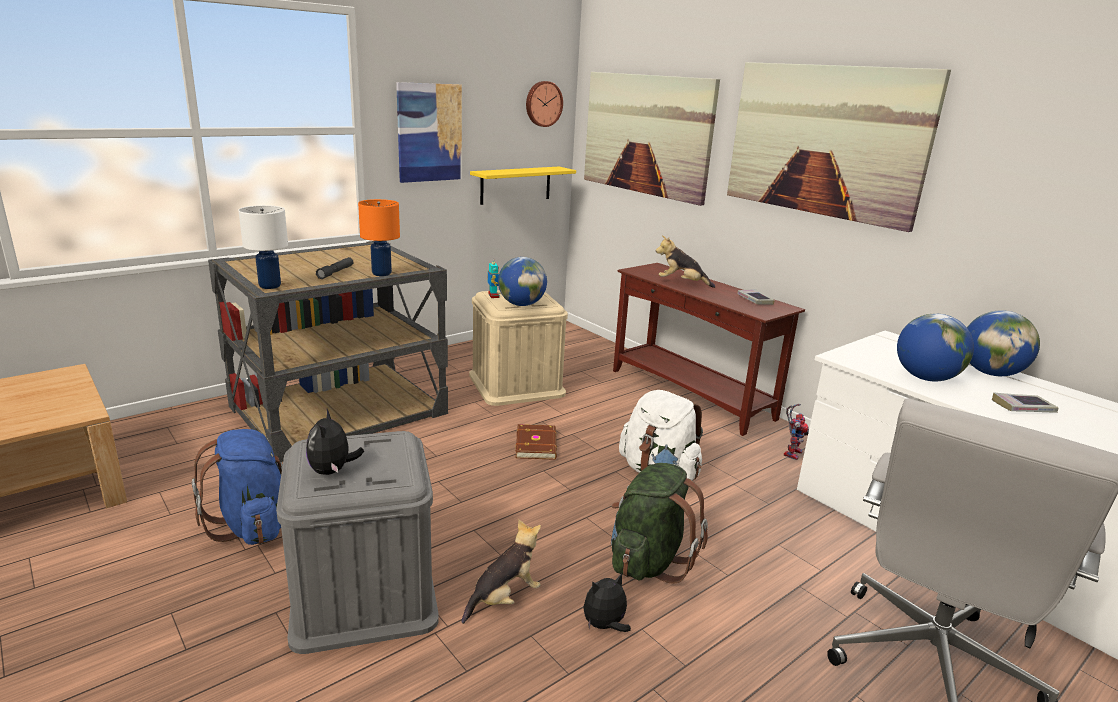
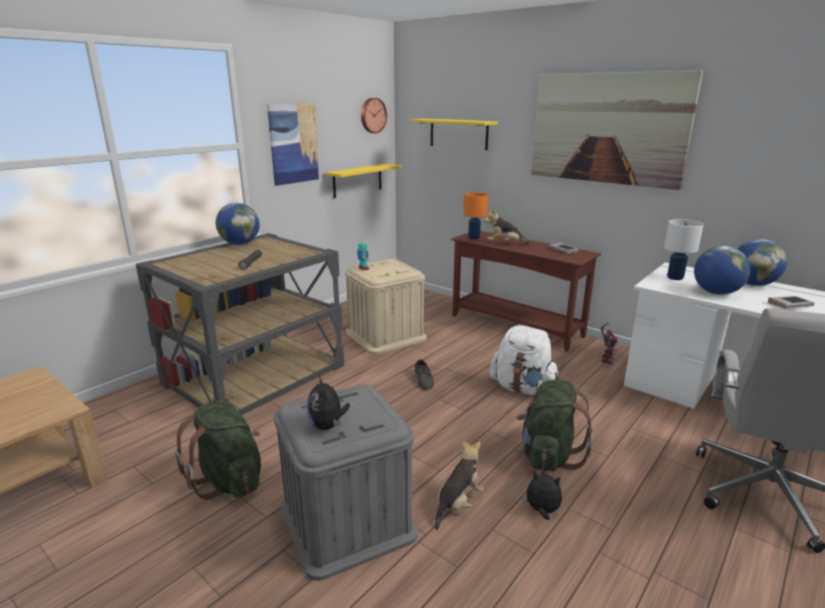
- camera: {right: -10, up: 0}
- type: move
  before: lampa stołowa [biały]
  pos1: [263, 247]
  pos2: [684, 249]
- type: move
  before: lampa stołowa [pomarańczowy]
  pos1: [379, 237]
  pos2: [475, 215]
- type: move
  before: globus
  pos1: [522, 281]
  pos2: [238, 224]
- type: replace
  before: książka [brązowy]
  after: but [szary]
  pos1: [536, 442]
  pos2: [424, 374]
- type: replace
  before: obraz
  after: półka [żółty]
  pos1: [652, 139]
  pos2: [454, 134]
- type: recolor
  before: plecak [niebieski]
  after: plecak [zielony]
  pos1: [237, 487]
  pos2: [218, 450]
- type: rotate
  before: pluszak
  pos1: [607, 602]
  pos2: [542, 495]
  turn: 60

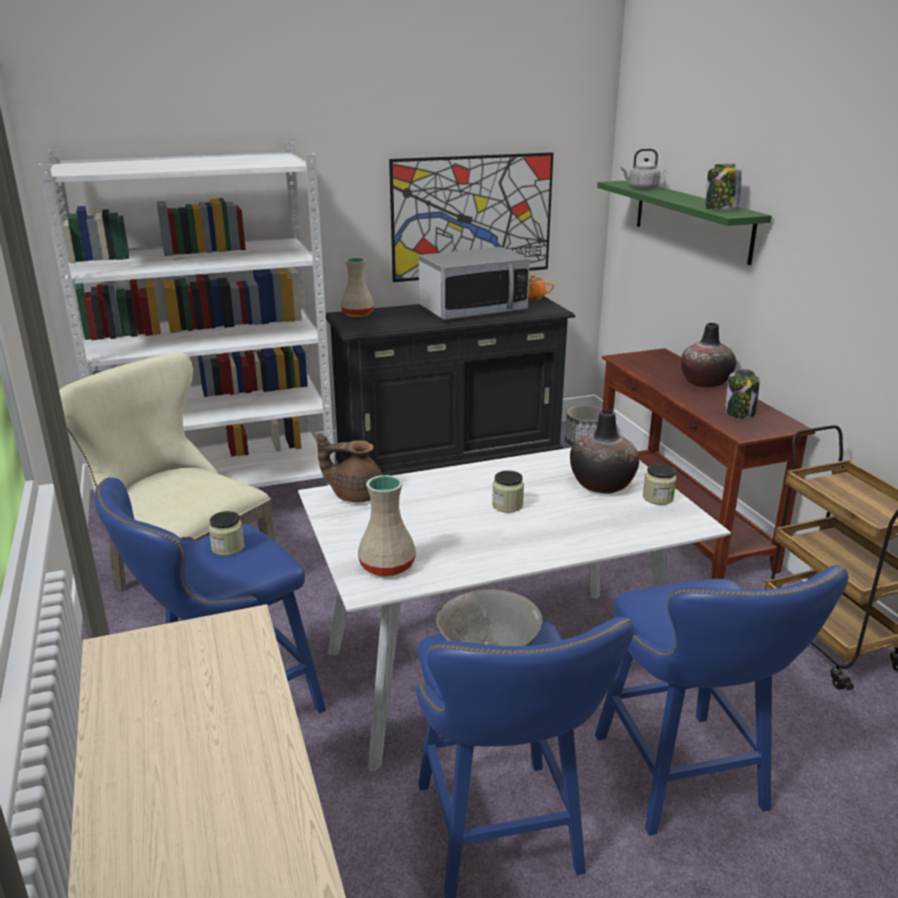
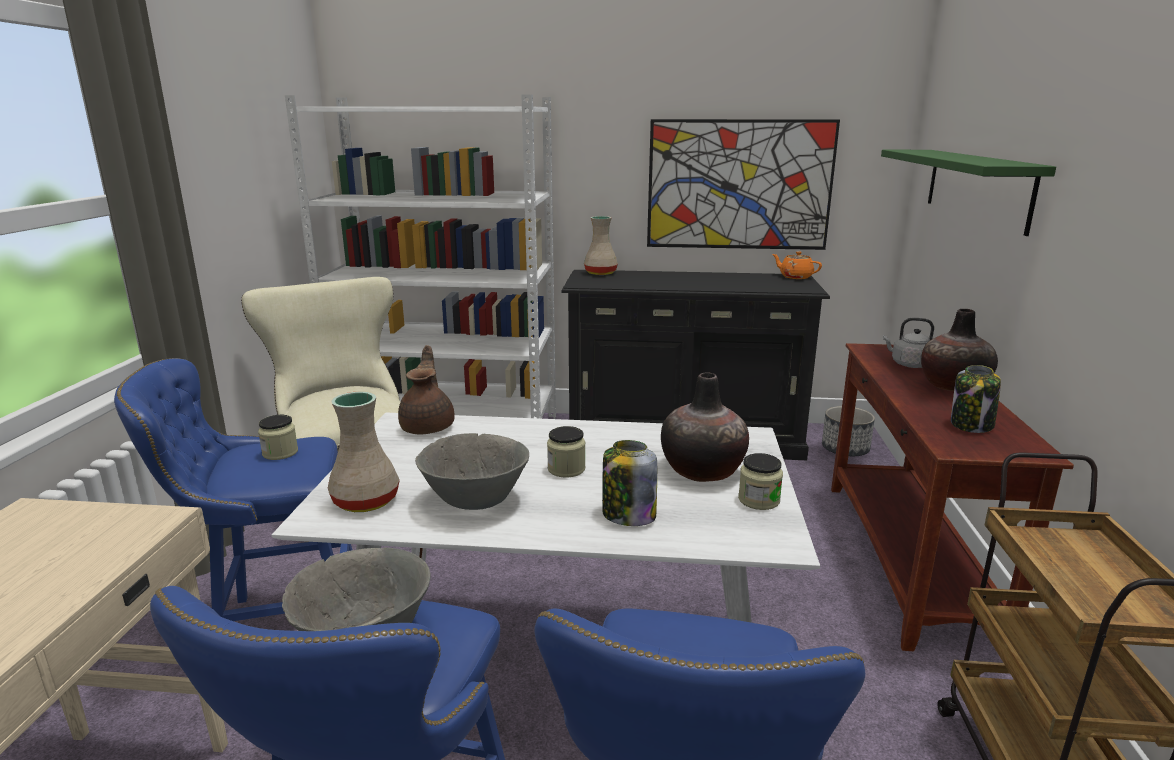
- camera: {right: 25, up: -5}
- type: delete
  before: mikrofalówka
  pos1: [474, 283]
- type: insert
  after: miska [szary]
  pos2: [472, 471]
- type: move
  before: czajnik [szary]
  pos1: [641, 169]
  pos2: [908, 343]
- type: move
  before: słoik
  pos1: [723, 186]
  pos2: [629, 483]
- type: rotate
  before: imbryk [brązowy]
  pos1: [349, 468]
  pos2: [426, 390]
  turn: 60

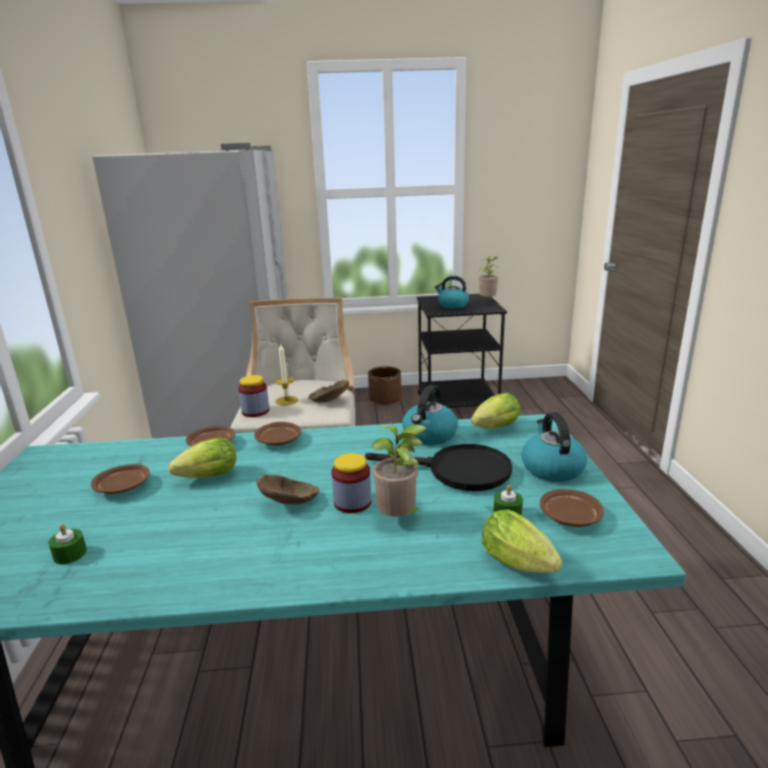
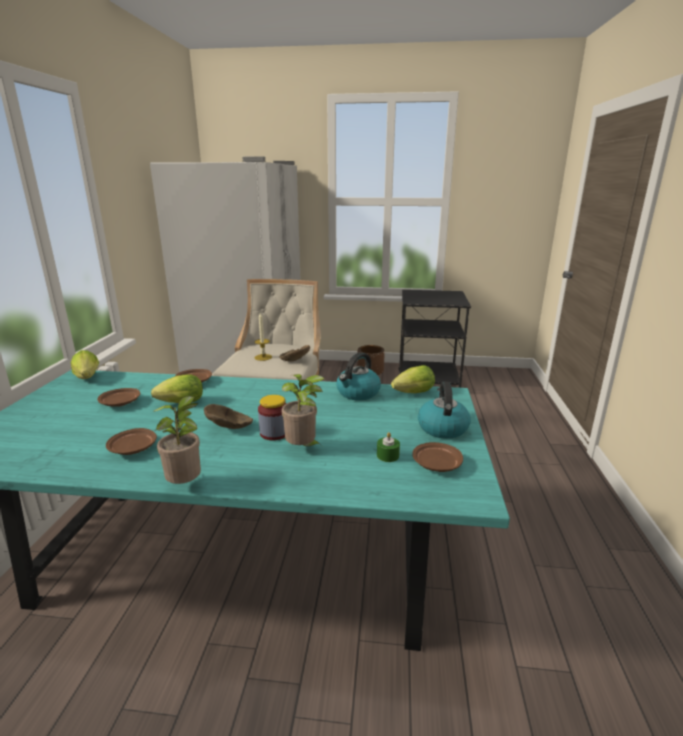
- camera: {right: 10, up: 0}
- type: delete
  before: świeca [zielony]
  pos1: [67, 544]
- type: delete
  before: słoik
  pos1: [253, 396]
- type: delete
  before: patelnia [czarny]
  pos1: [438, 467]
- type: delete
  before: czajnik
  pos1: [452, 292]
- type: move
  before: talerz [brązowy]
  pos1: [277, 434]
  pos2: [131, 441]
- type: move
  before: roślina doniczkowa
  pos1: [489, 277]
  pos2: [177, 440]
- type: move
  before: sałata
  pos1: [522, 541]
  pos2: [85, 364]

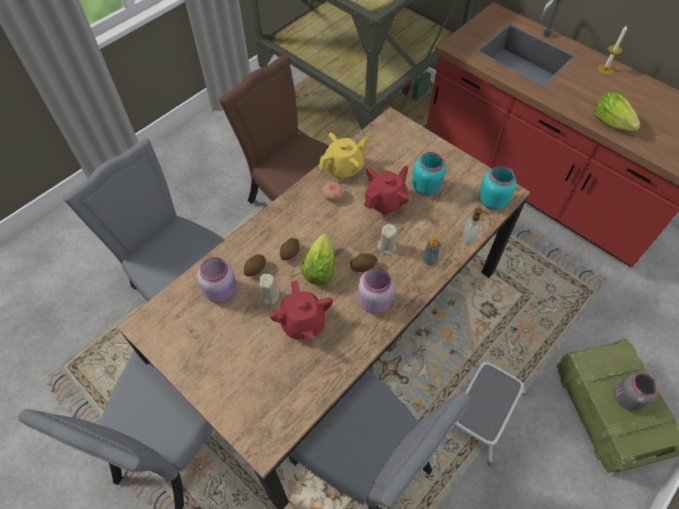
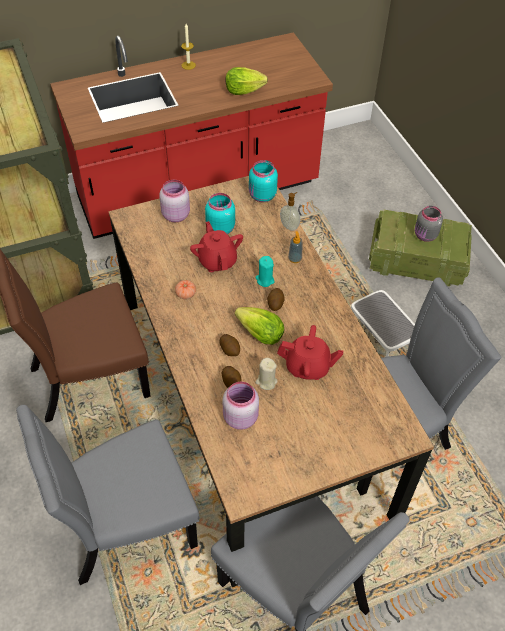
- camera: {right: -65, up: -5}
- type: delete
  before: imbryk [żółty]
  pos1: [343, 156]
- type: move
  before: słoik [różowy]
  pos1: [376, 291]
  pos2: [174, 201]
- type: recolor
  before: świeca [beżowy]
  after: świeca [turkusowy]
  pos1: [387, 239]
  pos2: [265, 271]

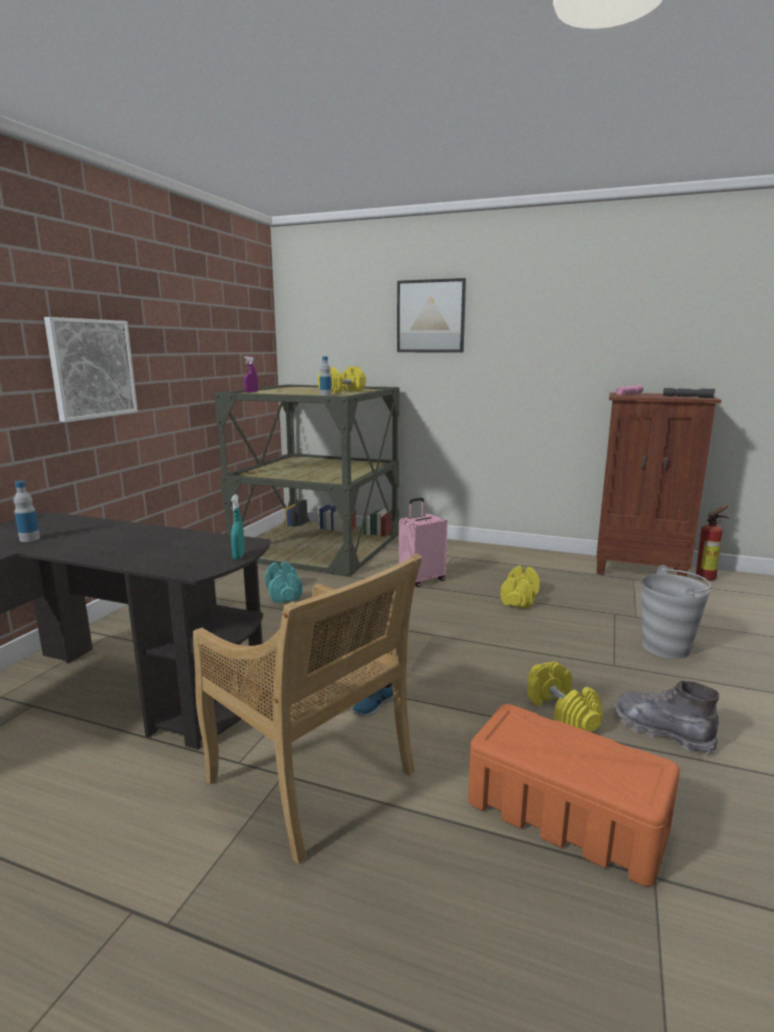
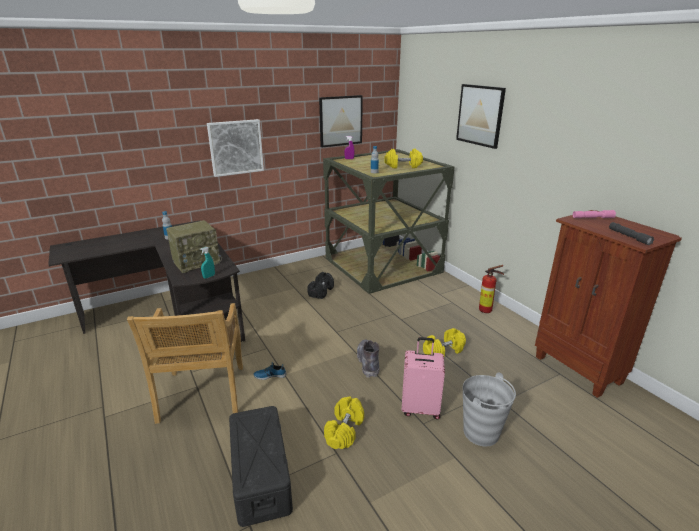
- camera: {right: 40, up: 10}
- type: insert
  after: radio
  pos2: [194, 246]
- type: insert
  after: obraz
  pos2: [341, 121]
- type: move
  before: walizka [różowy]
  pos1: [423, 542]
  pos2: [423, 378]
- type: move
  before: but z cholewką [szary]
  pos1: [667, 718]
  pos2: [368, 359]
- type: move
  before: gaśnica
  pos1: [712, 543]
  pos2: [491, 289]
- type: recolor
  before: hantel [turkusowy]
  after: hantel [czarny]
  pos1: [284, 582]
  pos2: [320, 285]
- type: recolor
  before: pojemnik do przechowywania [pomarańczowy]
  after: pojemnik do przechowywania [czarny]
  pos1: [574, 795]
  pos2: [261, 466]

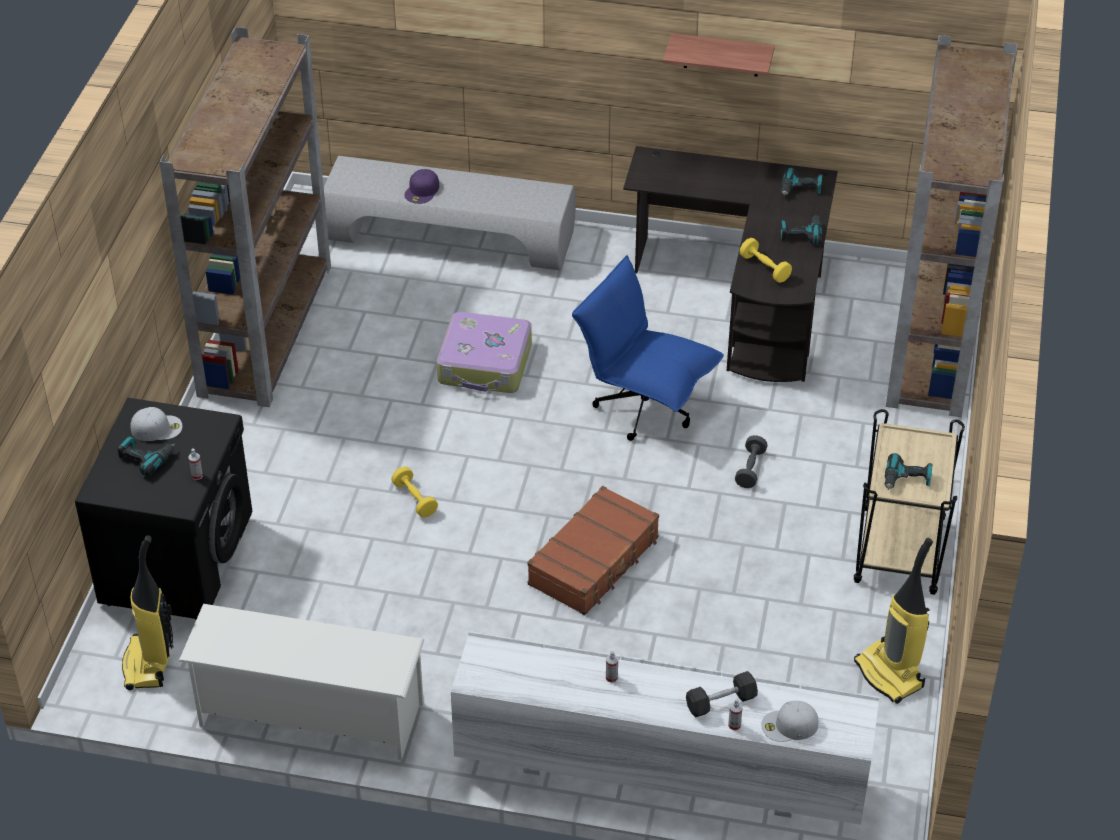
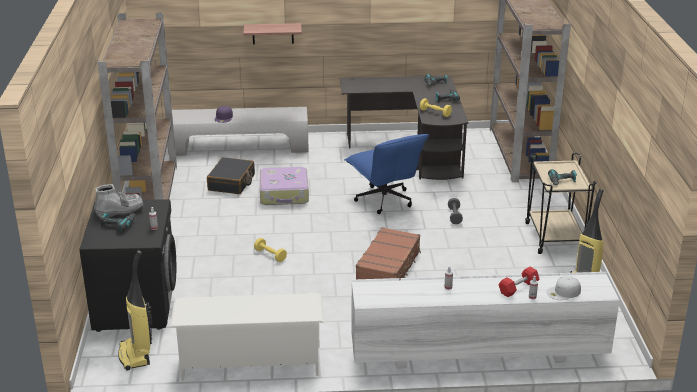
- camera: {right: -15, up: -15}
- type: insert
  after: walizka [czarny]
  pos2: [231, 175]
- type: move
  before: półka
  pos1: [719, 55]
  pos2: [272, 33]
- type: replace
  before: czapka z daszkiem [biały]
  after: but z cholewką [szary]
  pos1: [156, 424]
  pos2: [119, 201]
- type: recolor
  before: hantel [czarny]
  after: hantel [czerwony]
  pos1: [722, 694]
  pos2: [518, 282]
- type: rotate
  before: krzesło biurowe [niebieski]
  pos1: [648, 348]
  pos2: [386, 174]
  turn: -135

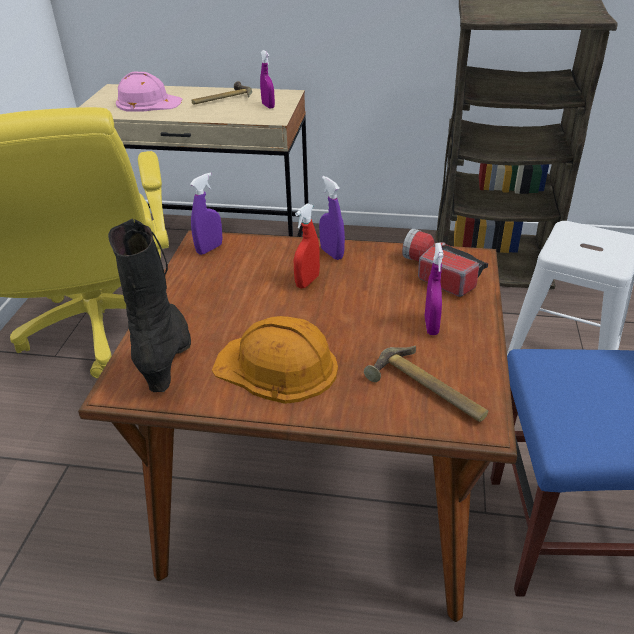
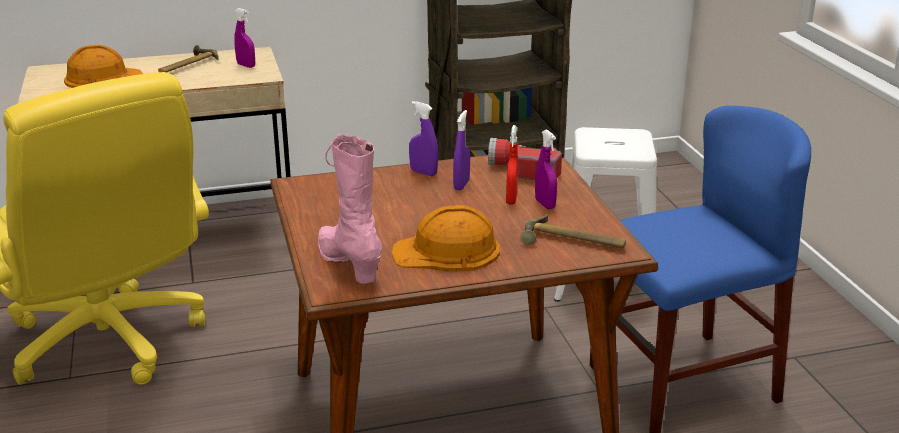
- camera: {right: -25, up: -10}
- type: move
  before: spryskiwacz [fioletowy]
  pos1: [206, 214]
  pos2: [461, 150]
- type: move
  before: spryskiwacz [czerwony]
  pos1: [307, 245]
  pos2: [512, 164]
- type: recolor
  before: but z cholewką [czarny]
  after: but z cholewką [różowy]
  pos1: [149, 305]
  pos2: [350, 208]
- type: recolor
  before: kask [różowy]
  after: kask [pomarańczowy]
  pos1: [149, 92]
  pos2: [103, 66]

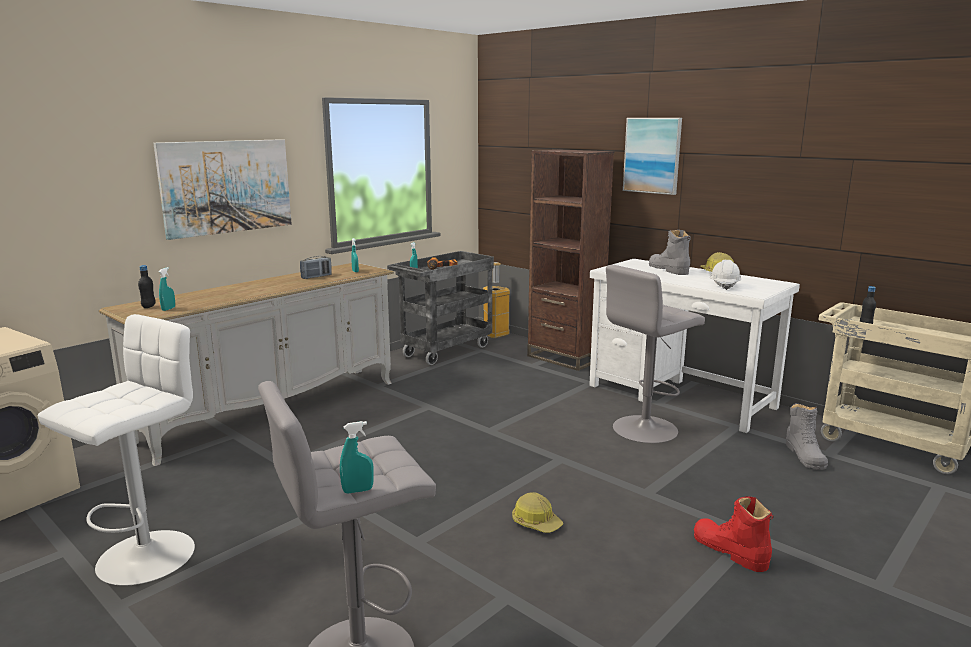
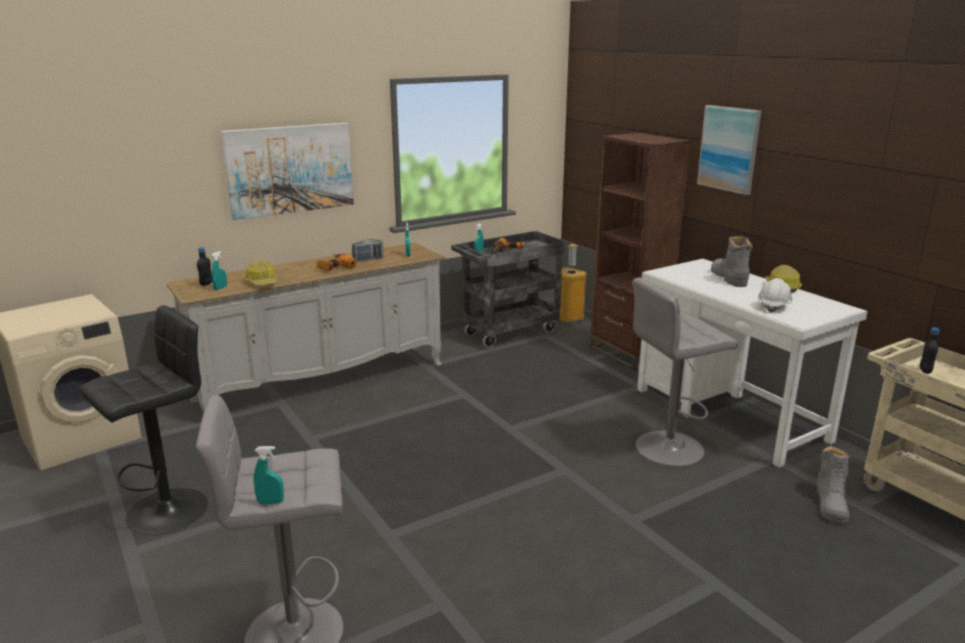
- camera: {right: 15, up: 5}
- type: delete
  before: but z cholewką [czerwony]
  pos1: [734, 534]
- type: insert
  after: wiertarka
  pos2: [337, 262]
- type: move
  before: kask
  pos1: [537, 512]
  pos2: [260, 272]
- type: recolor
  before: stołek [biały]
  after: stołek [czarny]
  pos1: [116, 450]
  pos2: [143, 420]

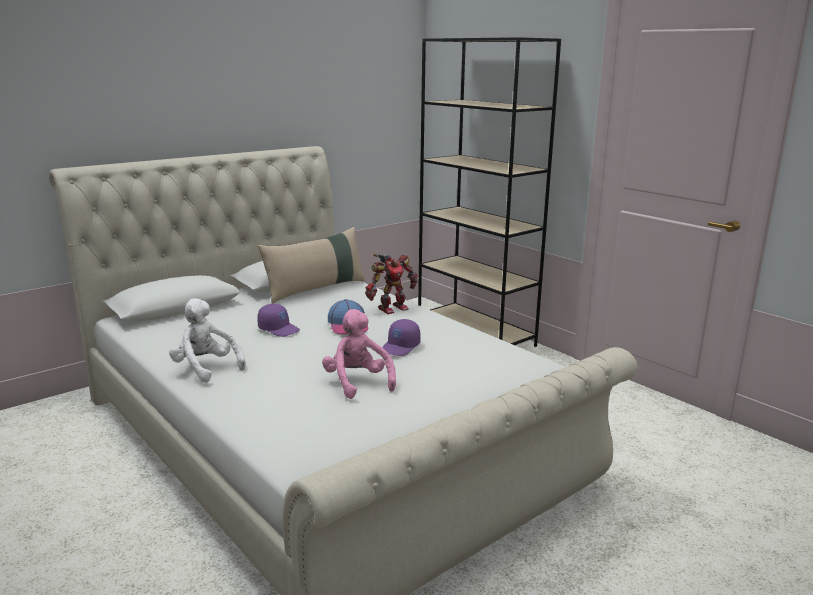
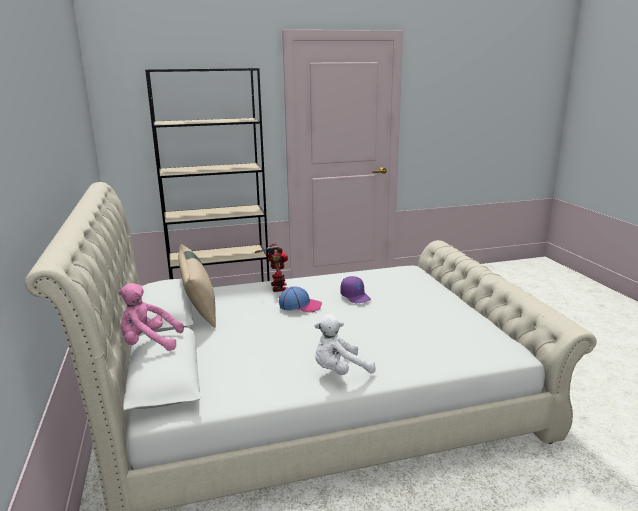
- camera: {right: -65, up: 0}
- type: delete
  before: czapka z daszkiem [fioletowy]
  pos1: [278, 320]
- type: move
  before: pluszak [różowy]
  pos1: [359, 354]
  pos2: [151, 317]

